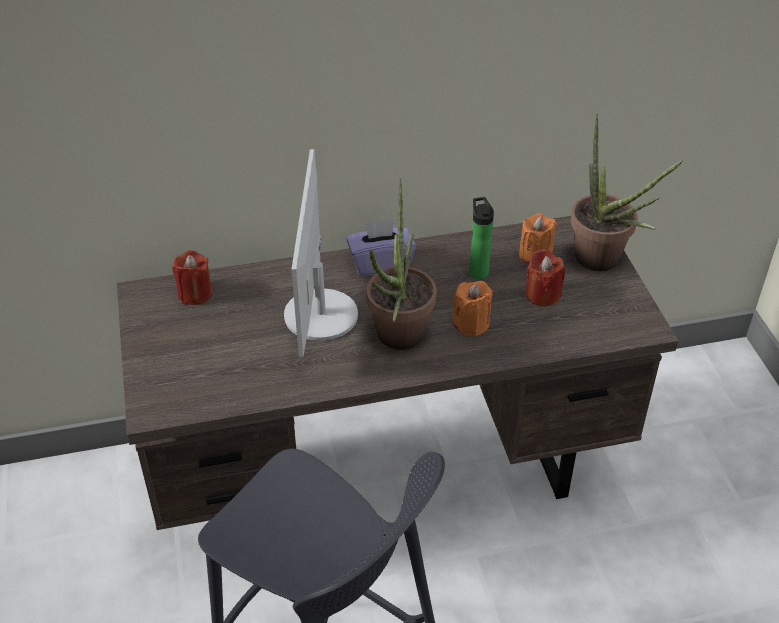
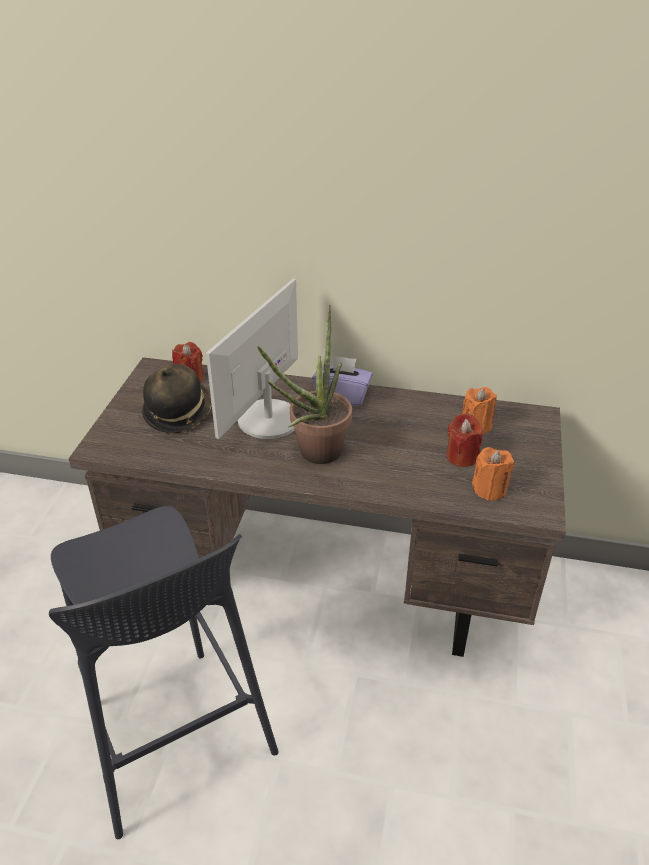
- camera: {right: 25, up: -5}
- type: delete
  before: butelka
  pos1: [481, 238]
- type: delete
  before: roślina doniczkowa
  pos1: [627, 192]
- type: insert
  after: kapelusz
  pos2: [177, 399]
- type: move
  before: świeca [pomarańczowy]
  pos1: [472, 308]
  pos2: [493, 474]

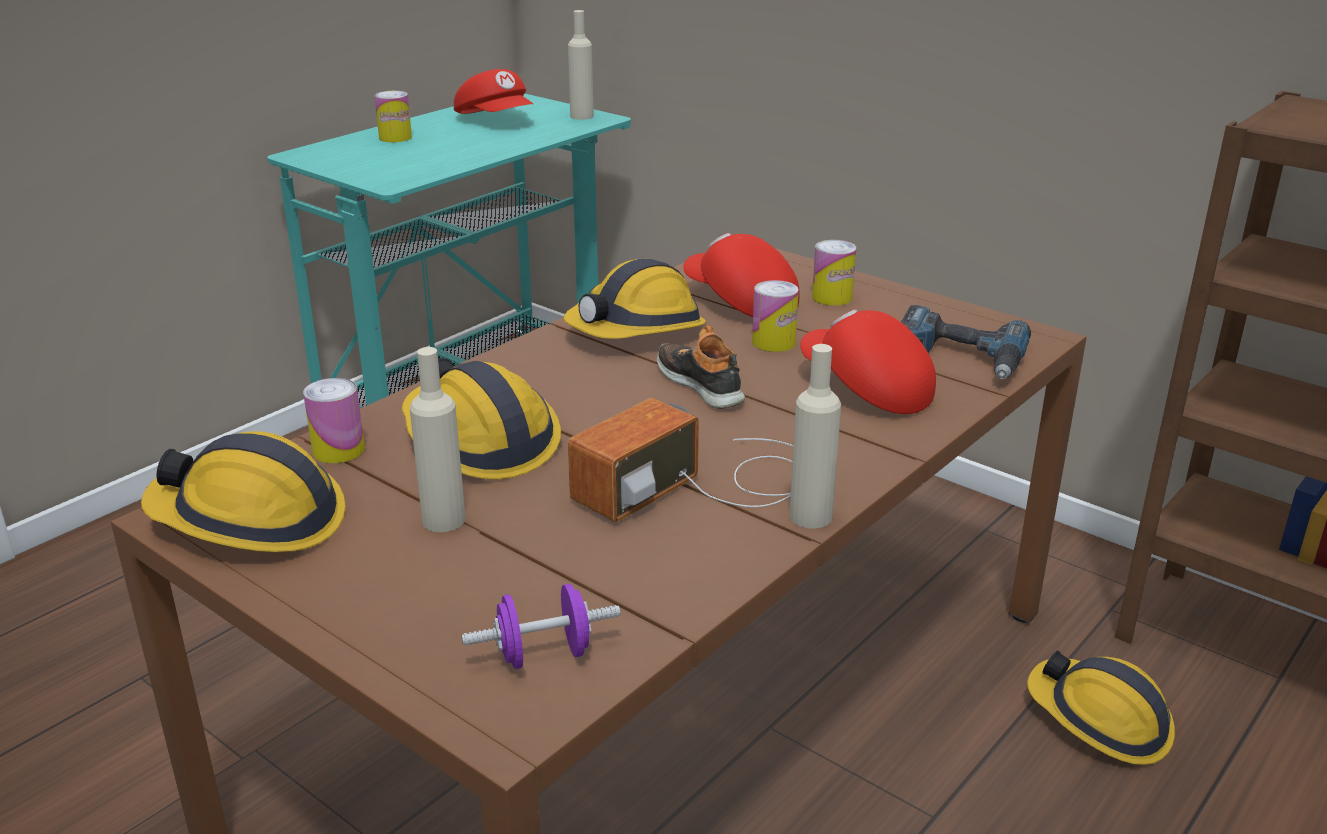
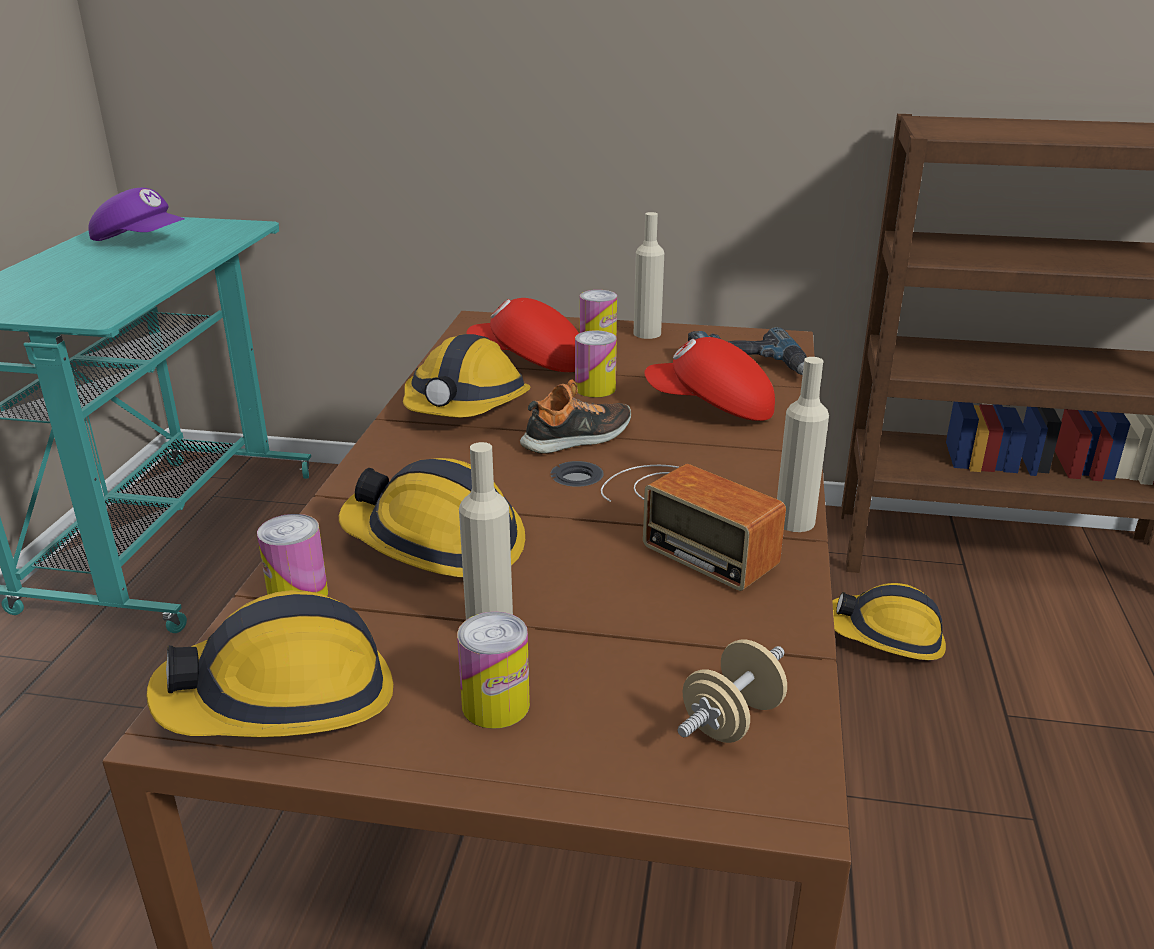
- camera: {right: -30, up: 0}
- type: move
  before: puszka
  pos1: [393, 116]
  pos2: [493, 670]
- type: move
  before: butelka [beżowy]
  pos1: [581, 65]
  pos2: [649, 275]
- type: recolor
  before: czapka z daszkiem [czerwony]
  after: czapka z daszkiem [fioletowy]
  pos1: [493, 91]
  pos2: [136, 214]
- type: recolor
  before: hantel [fioletowy]
  after: hantel [beżowy]
  pos1: [541, 626]
  pos2: [732, 691]
- type: rotate
  before: radio
  pos1: [680, 460]
  pos2: [693, 527]
  turn: -60
- type: rotate
  before: but
  pos1: [701, 367]
  pos2: [575, 416]
  turn: 120

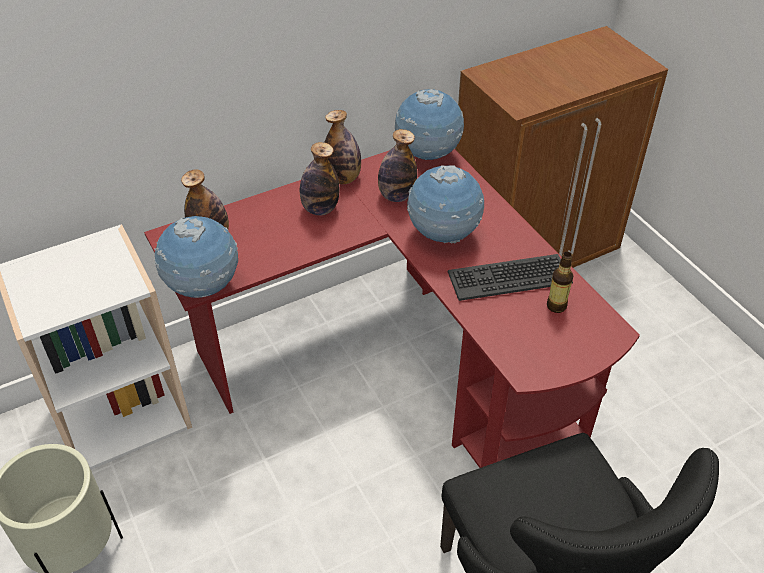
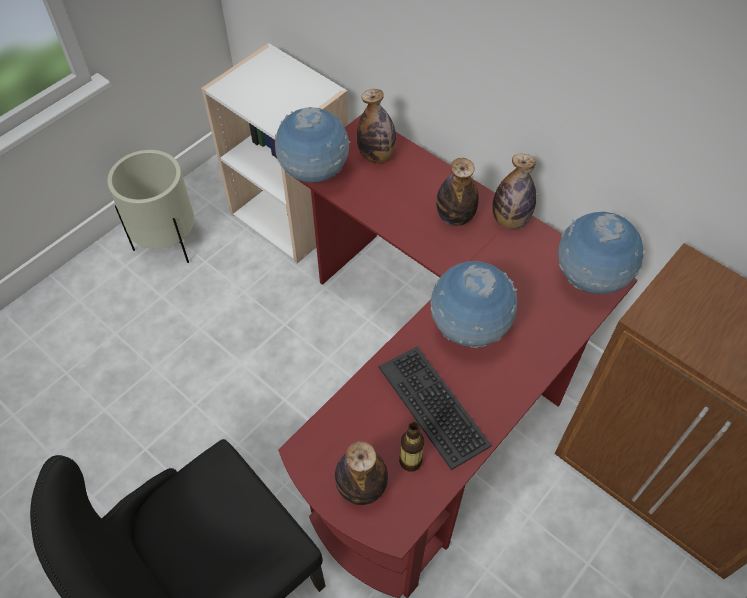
- camera: {right: 70, up: 10}
- type: move
  before: butelka
  pos1: [397, 165]
  pos2: [361, 473]

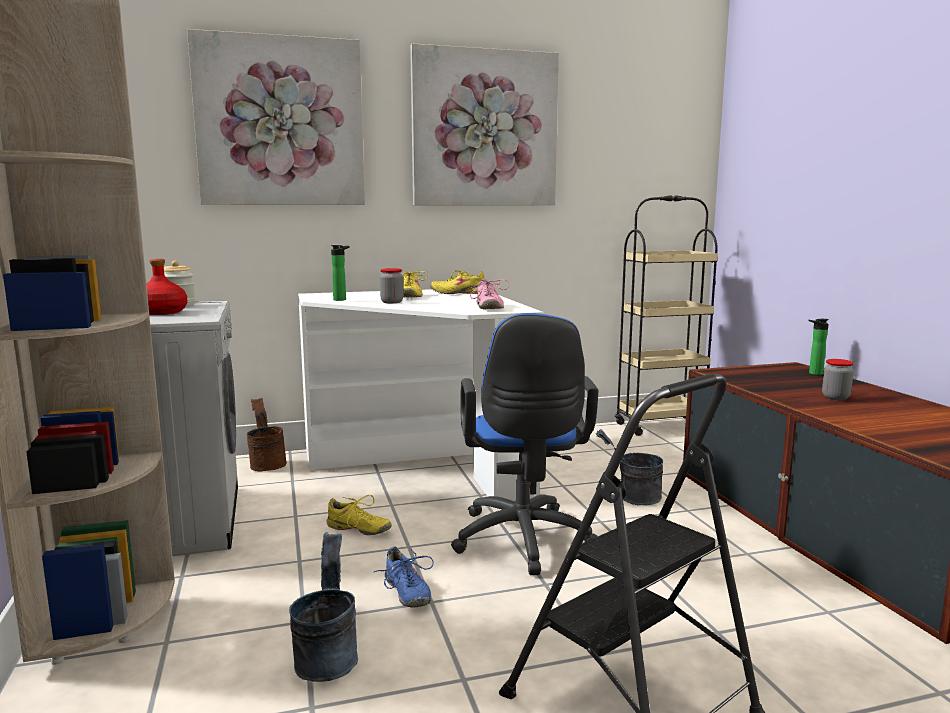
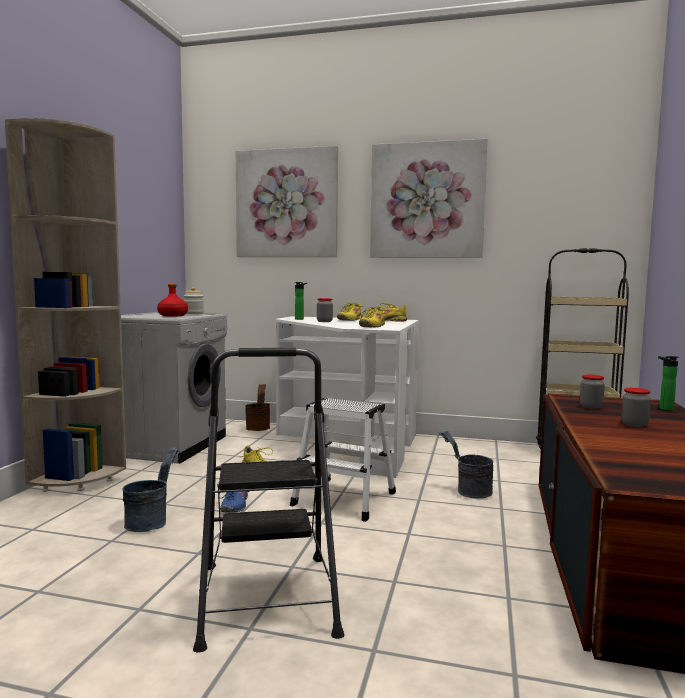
- camera: {right: 30, up: -5}
- type: insert
  after: słoik
  pos2: [592, 392]
- type: replace
  before: krzesło biurowe [niebieski]
  after: drabinka [biały]
  pos1: [524, 444]
  pos2: [343, 459]
- type: recolor
  before: but [różowy]
  after: but [żółty]
  pos1: [487, 294]
  pos2: [373, 316]

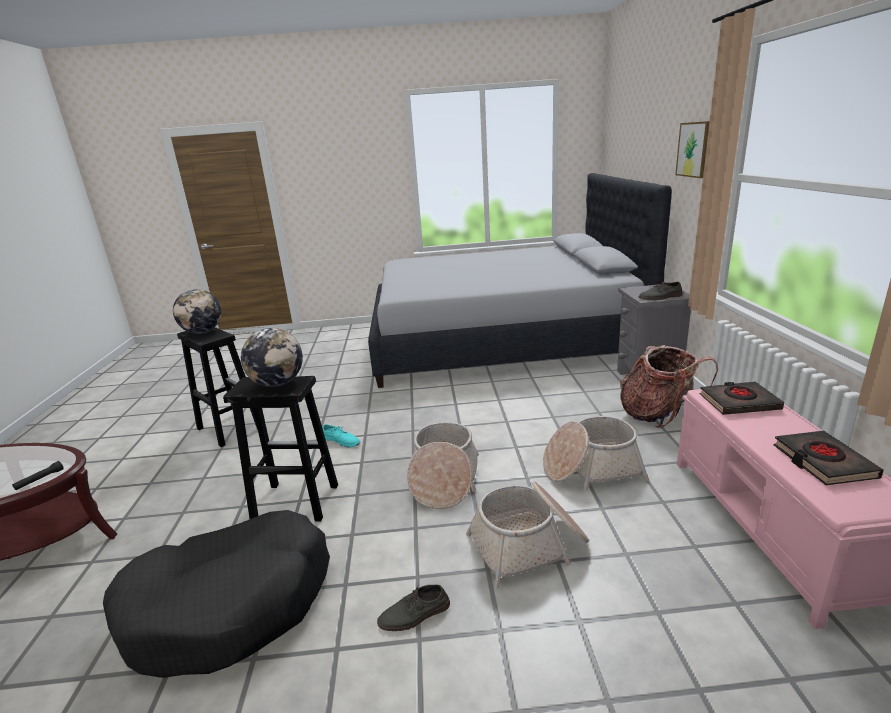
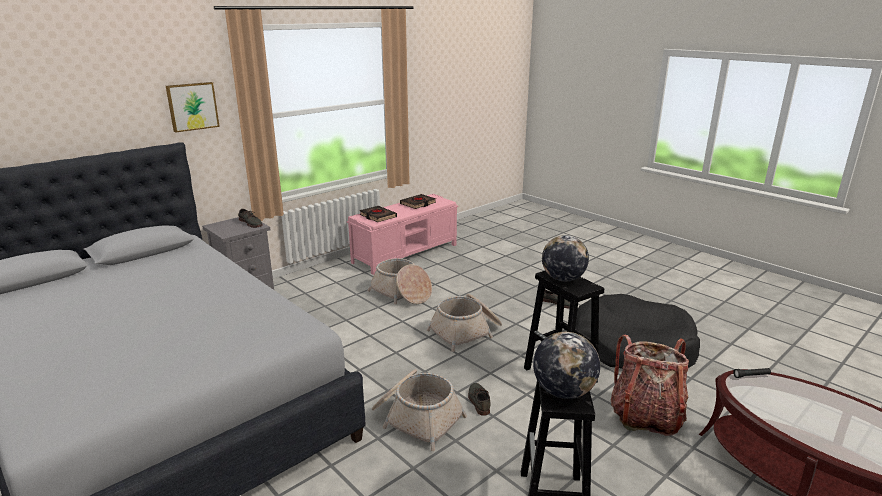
- camera: {right: -130, up: 0}
- type: move
  before: koszyk
  pos1: [527, 535]
  pos2: [419, 410]
- type: move
  before: plecak
  pos1: [669, 386]
  pos2: [650, 385]
- type: recolor
  before: but [turkusowy]
  after: but [szary]
  pos1: [341, 435]
  pos2: [479, 399]

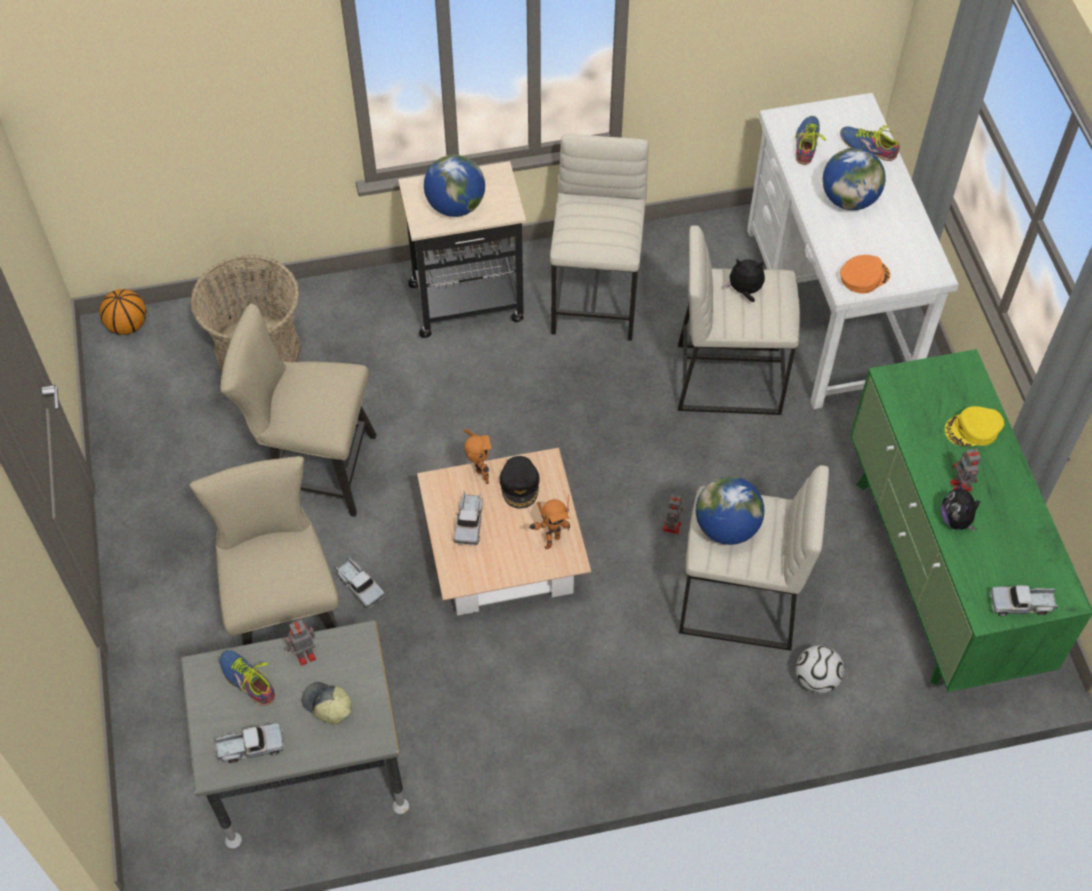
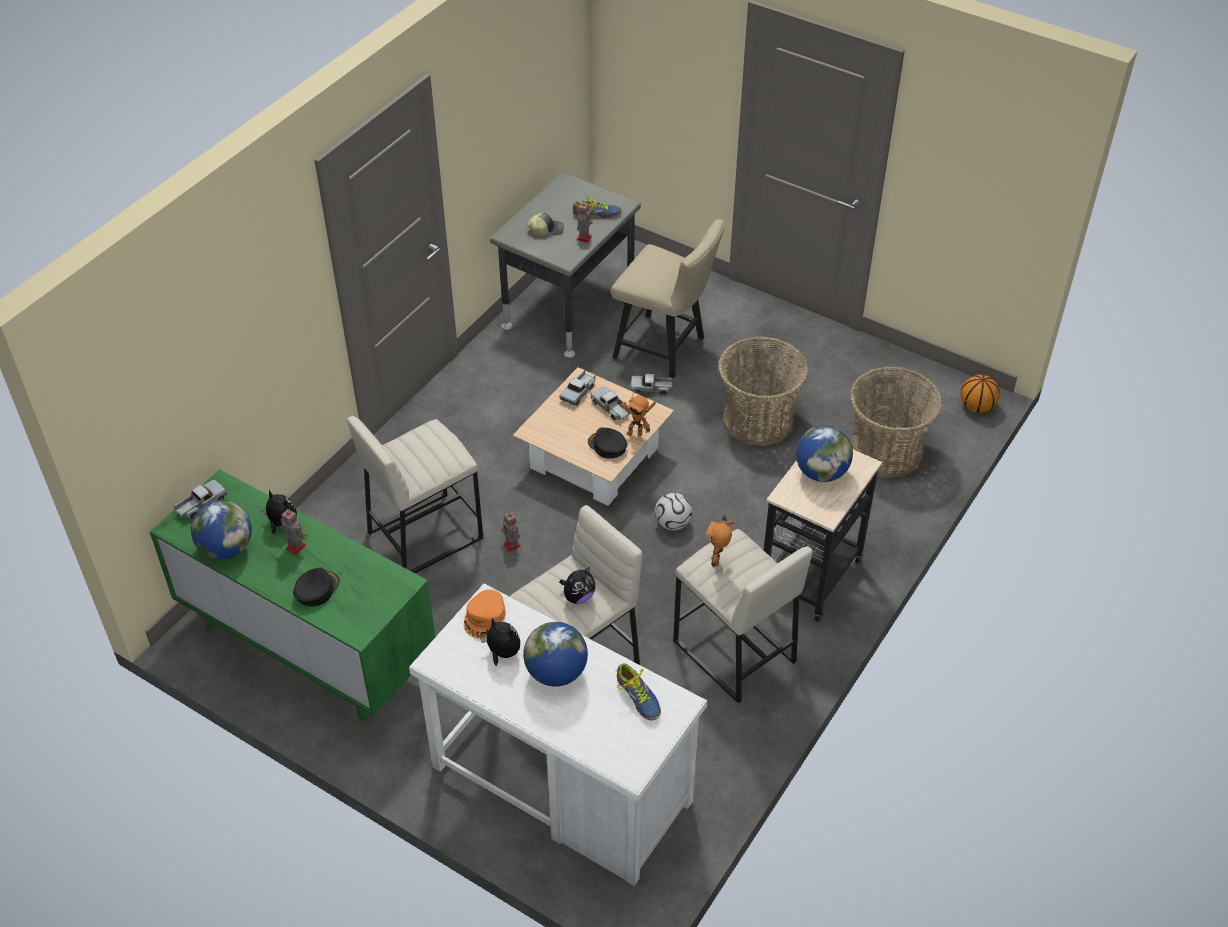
- camera: {right: 135, up: -10}
- type: delete
  before: but
  pos1: [870, 143]
- type: insert
  after: pluszak
  pos2: [500, 641]
- type: move
  before: ciężarówka zabawkowa
  pos1: [249, 743]
  pos2: [577, 388]
- type: move
  before: robot zabawkowy
  pos1: [549, 522]
  pos2: [720, 541]
- type: move
  before: globus
  pos1: [730, 510]
  pos2: [221, 529]
- type: move
  before: piłka futbolowa
  pos1: [820, 669]
  pos2: [673, 511]
- type: replace
  before: krzesło [beżowy]
  after: koszyk
  pos1: [298, 410]
  pos2: [763, 391]
- type: recolor
  before: czapka z daszkiem [żółty]
  after: czapka z daszkiem [czarny]
  pos1: [974, 426]
  pos2: [316, 586]

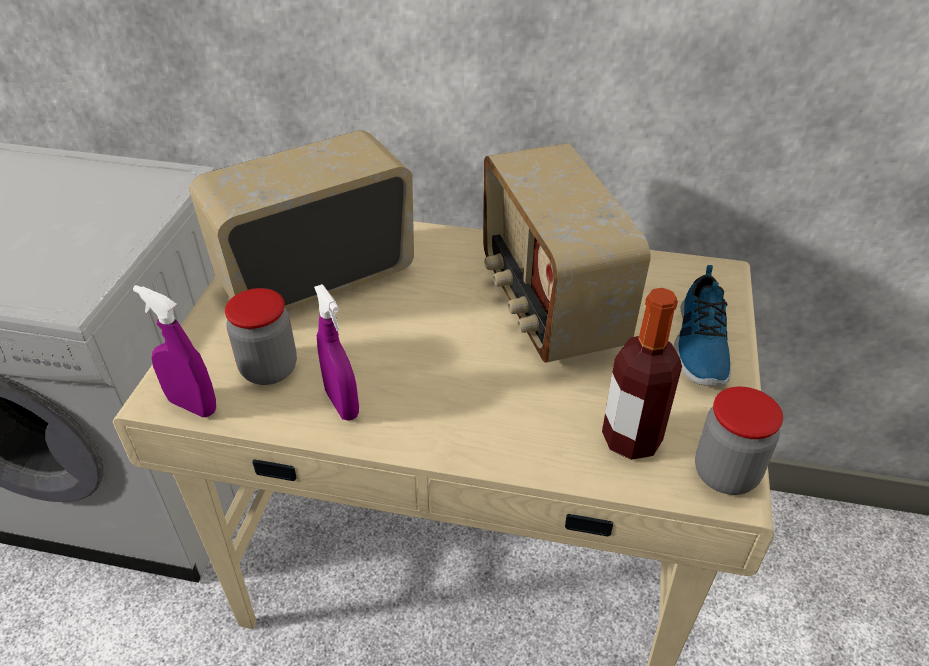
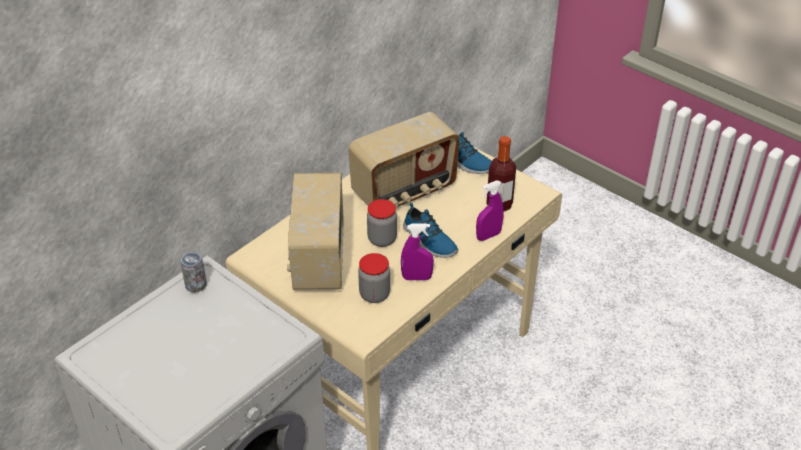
- camera: {right: -60, up: 0}
- type: insert
  after: puszka
  pos2: [194, 272]
- type: insert
  after: but
  pos2: [430, 230]
- type: move
  before: spryskiwacz [fioletowy]
  pos1: [174, 351]
  pos2: [490, 210]
- type: move
  before: słoik
  pos1: [739, 441]
  pos2: [382, 223]
- type: rotate
  before: radio
  pos1: [567, 253]
  pos2: [403, 159]
  turn: -45

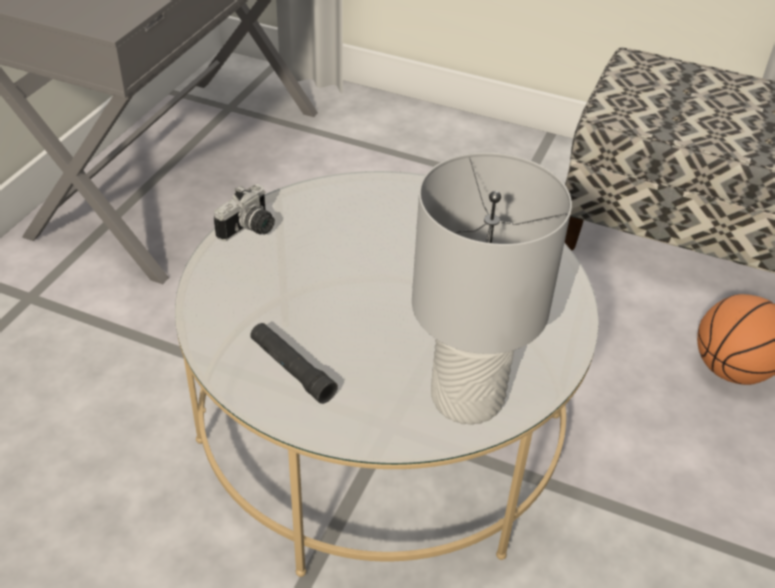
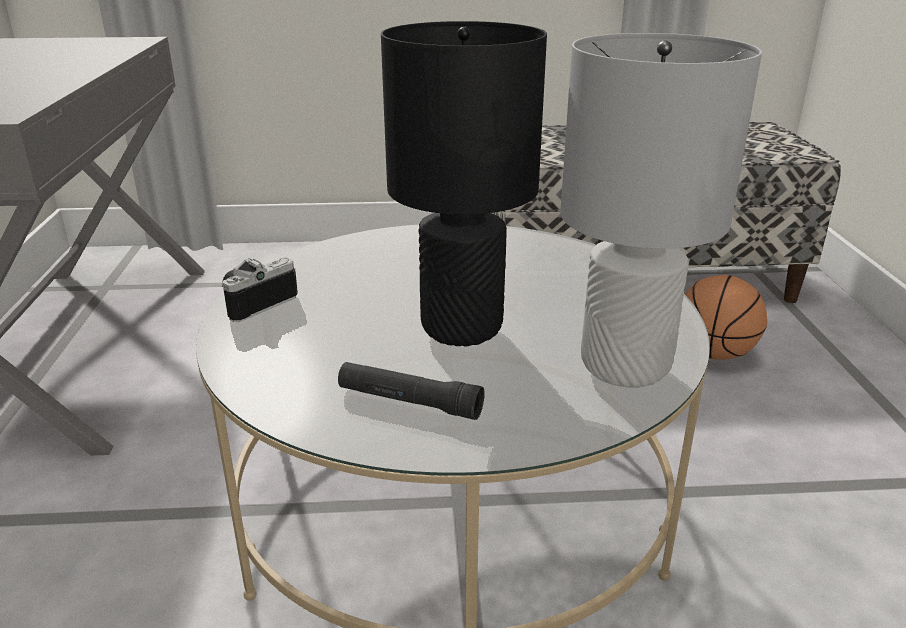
- camera: {right: -25, up: -15}
- type: insert
  after: lampa stołowa [czarny]
  pos2: [464, 183]
- type: rotate
  before: aparat fotograficzny
  pos1: [244, 212]
  pos2: [260, 290]
  turn: -150

